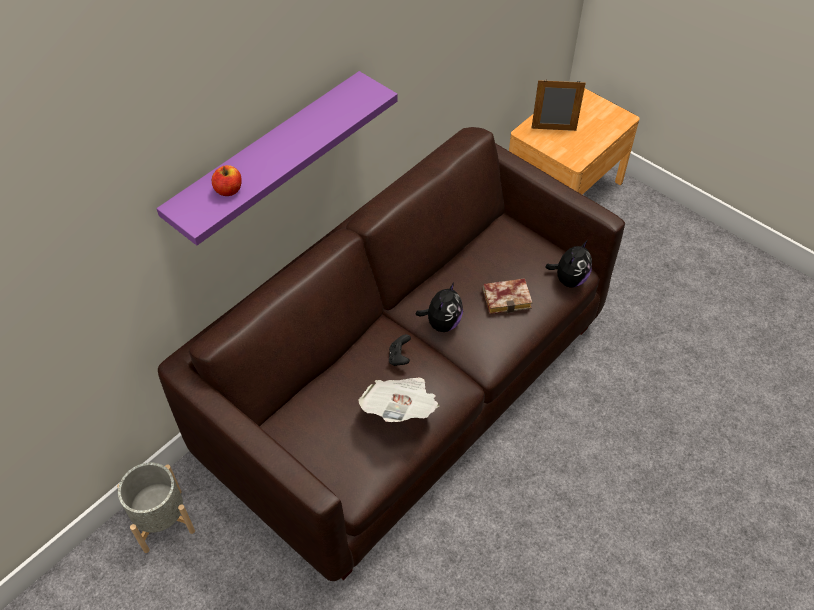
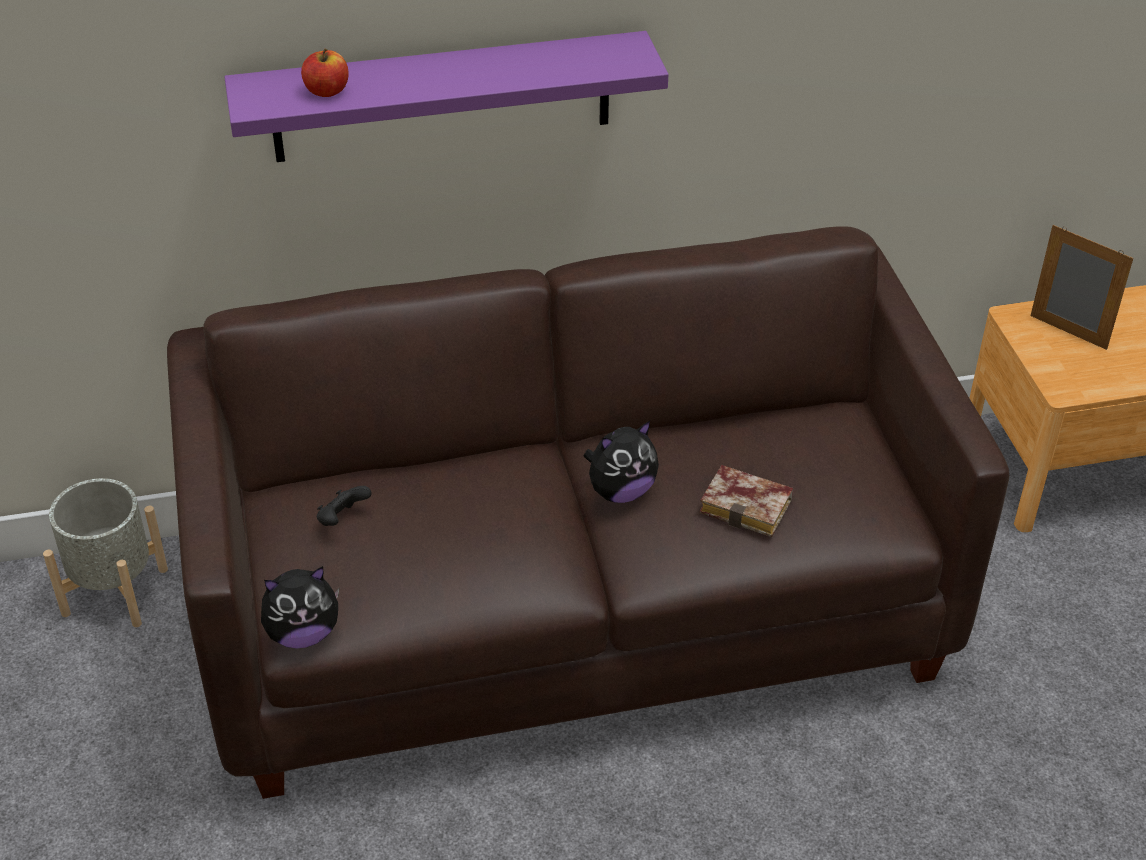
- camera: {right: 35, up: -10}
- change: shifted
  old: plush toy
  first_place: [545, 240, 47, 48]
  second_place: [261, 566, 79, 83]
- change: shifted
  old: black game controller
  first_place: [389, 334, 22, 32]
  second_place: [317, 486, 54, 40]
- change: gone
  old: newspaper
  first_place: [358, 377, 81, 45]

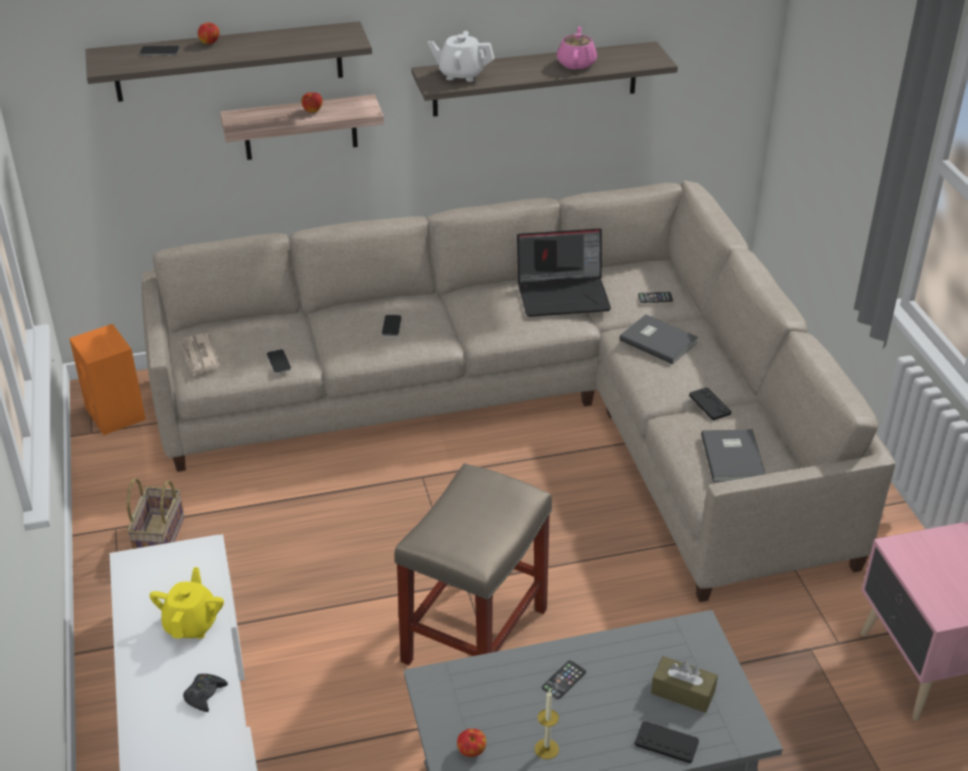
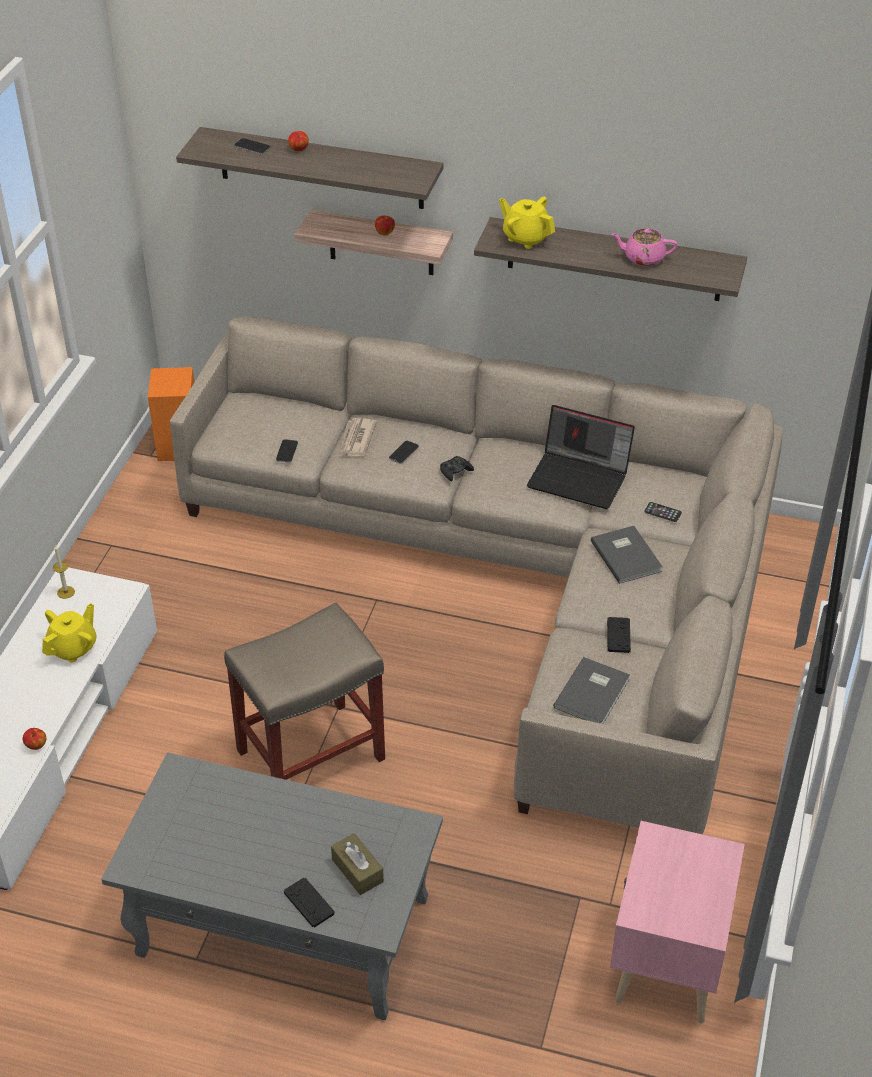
- camera: {right: 30, up: 5}
- change: rotated
  old: pink teapot
  first_place: [557, 26, 40, 44]
  second_place: [611, 228, 67, 38]
  degrees: -120
- change: repainted
  old: white teapot
  new: yellow teapot
  first_place: [428, 31, 66, 51]
  second_place: [499, 197, 56, 52]
- change: shifted
  old: newspaper
  first_place: [180, 333, 40, 43]
  second_place: [339, 418, 38, 38]
- change: gone
  old: basket
  first_place: [127, 478, 57, 71]
- change: gone
  old: phone
  first_place: [542, 661, 44, 38]
- change: shifted
  old: black game controller
  first_place: [183, 674, 45, 38]
  second_place: [440, 456, 34, 26]
- change: shifted
  old: candle
  first_place: [535, 690, 24, 69]
  second_place: [53, 545, 22, 54]
- change: shifted
  old: apple
  first_place: [457, 729, 29, 28]
  second_place: [23, 728, 23, 22]

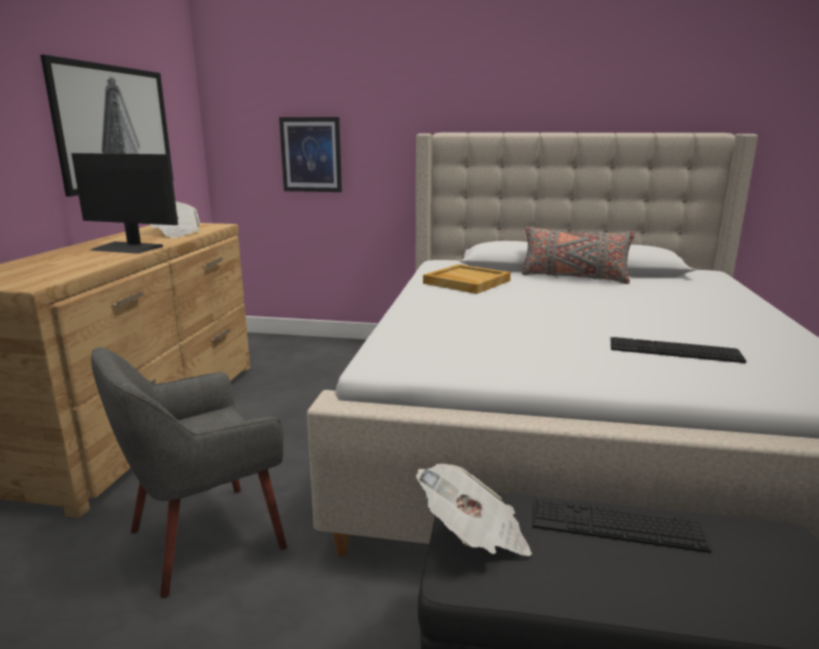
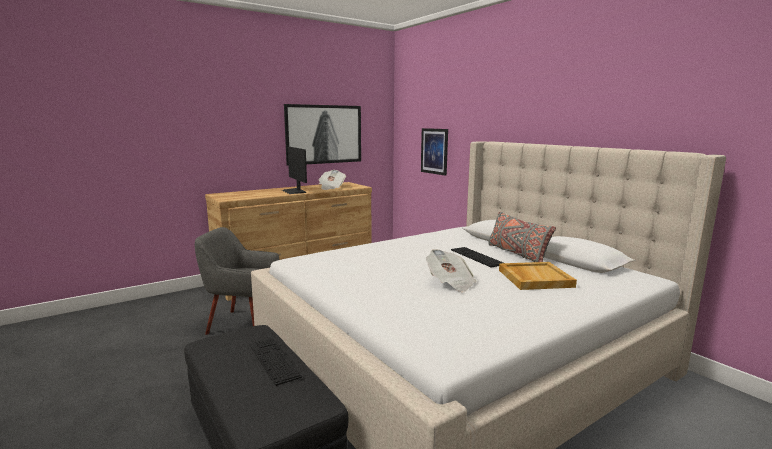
- camera: {right: 45, up: -5}
- change: shifted
  old: beige tray
  first_place: [423, 264, 88, 30]
  second_place: [499, 262, 78, 28]
- change: shifted
  old: keyboard
  first_place: [611, 337, 135, 26]
  second_place: [451, 247, 52, 21]
- change: shifted
  old: newspaper
  first_place: [416, 464, 116, 92]
  second_place: [426, 249, 51, 44]

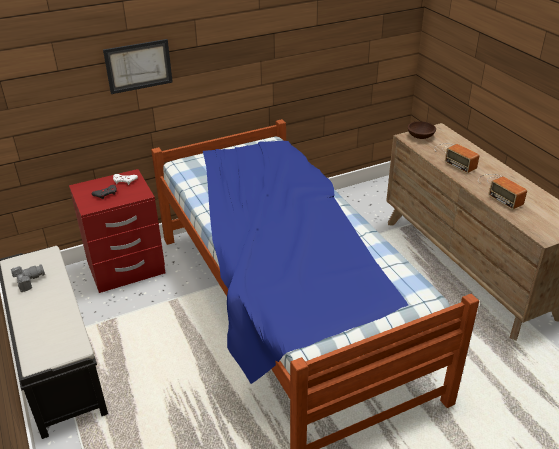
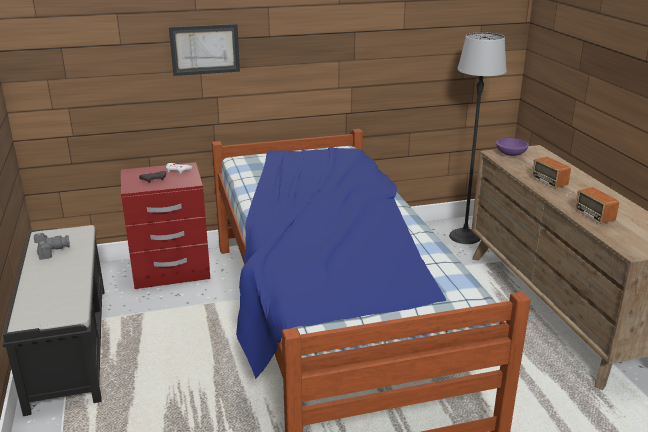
- camera: {right: 10, up: -10}
- change: repainted
  old: brown bowl
  new: purple bowl
  first_place: [408, 121, 28, 18]
  second_place: [496, 138, 33, 18]
- change: new
  new: floor lamp
  second_place: [449, 32, 58, 212]

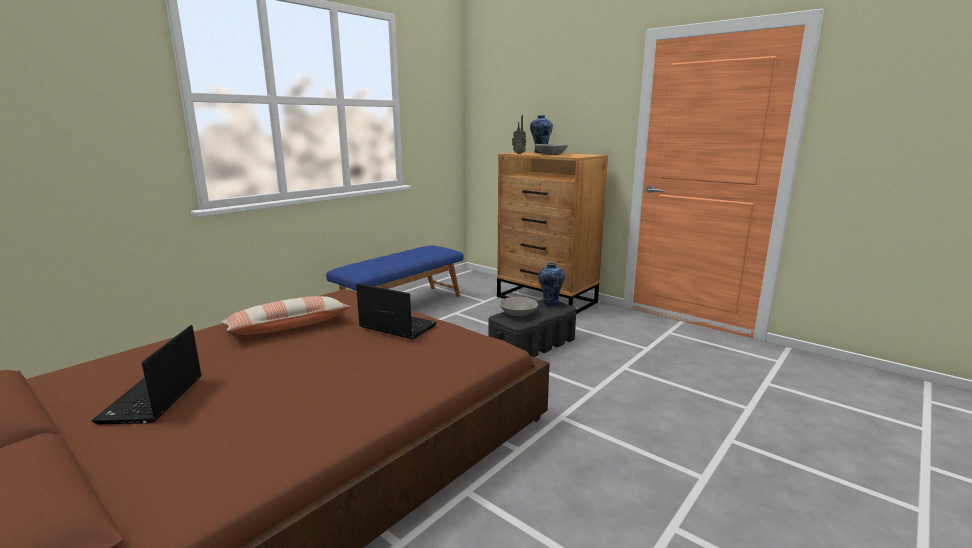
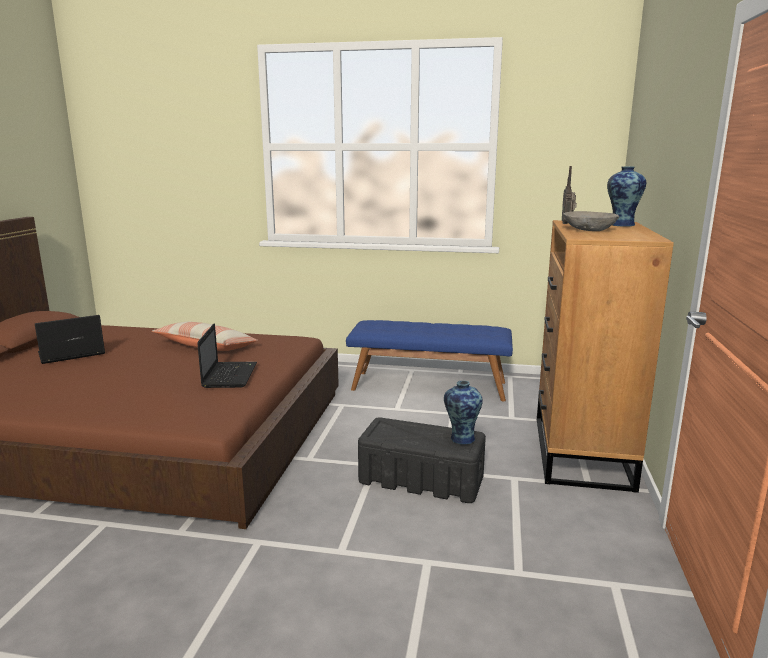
- camera: {right: 60, up: 0}
- change: gone
  old: grey bowl
  first_place: [499, 297, 39, 19]

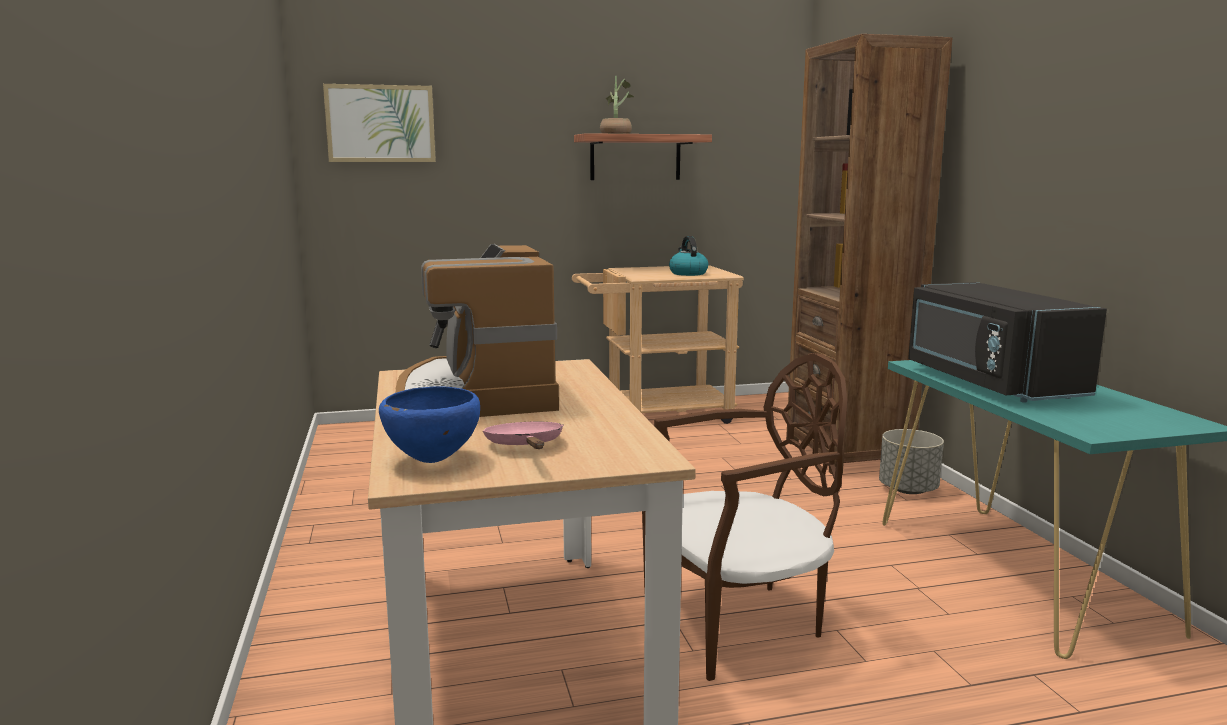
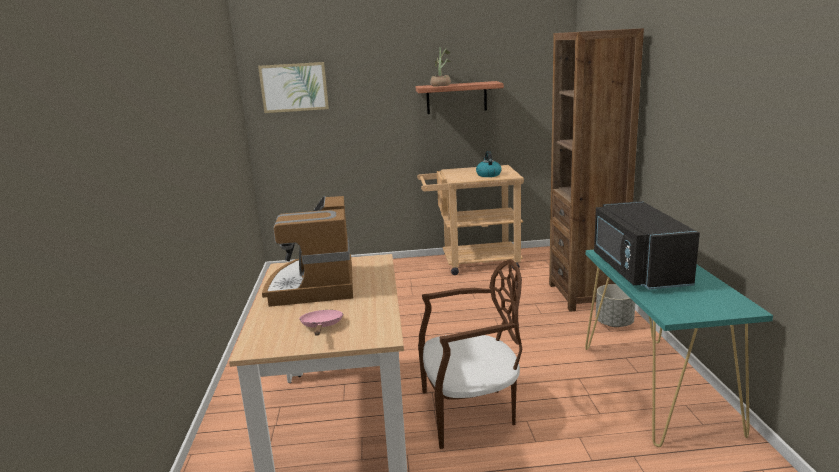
- camera: {right: 10, up: 5}
- change: gone
  old: blue bowl
  first_place: [379, 387, 101, 76]

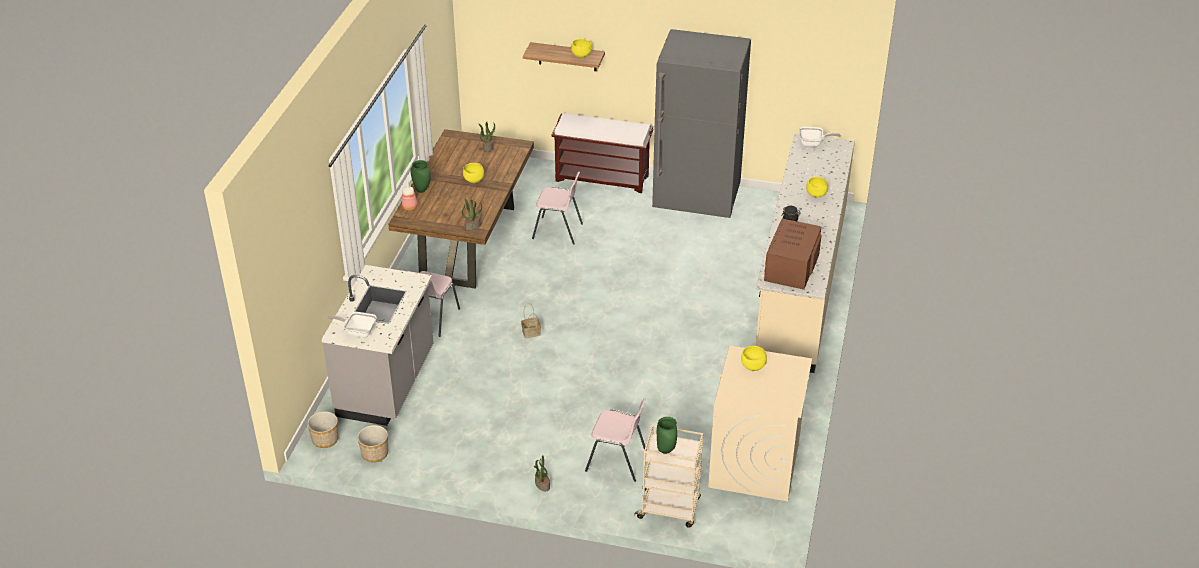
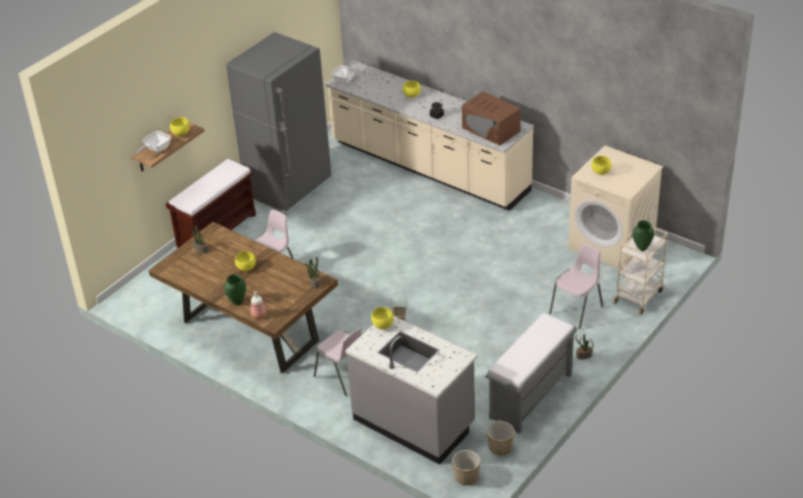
- camera: {right: -65, up: 0}
- change: shifted
  old: frying pan
  first_place: [328, 312, 49, 26]
  second_place: [136, 131, 35, 23]
- change: new
  new: yellow bowl
  second_place: [371, 307, 23, 22]
- change: new
  new: grey bench
  second_place: [485, 313, 92, 121]

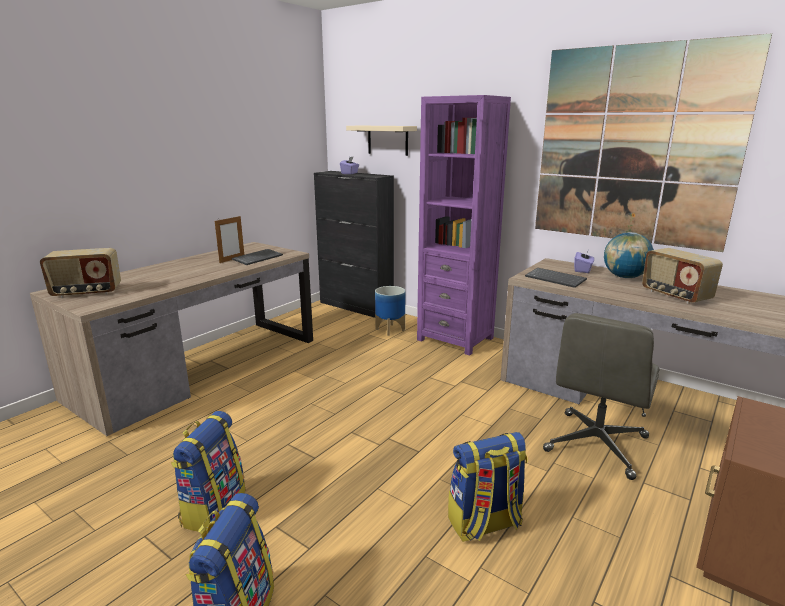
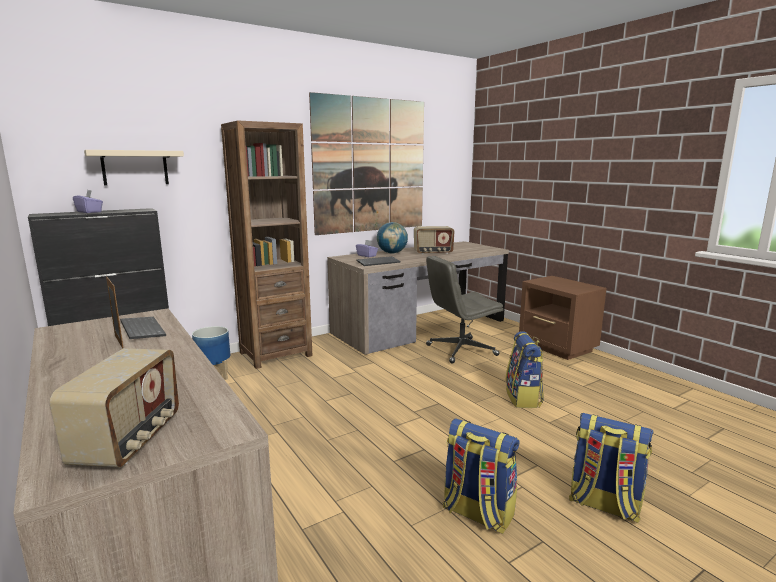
- camera: {right: -70, up: -5}
- change: repainted
  old: purple bookcase
  new: brown bookcase
  first_place: [417, 95, 94, 261]
  second_place: [221, 120, 92, 249]
- change: rotated
  old: grey office chair
  first_place: [543, 313, 117, 167]
  second_place: [426, 256, 77, 107]
  degrees: 105

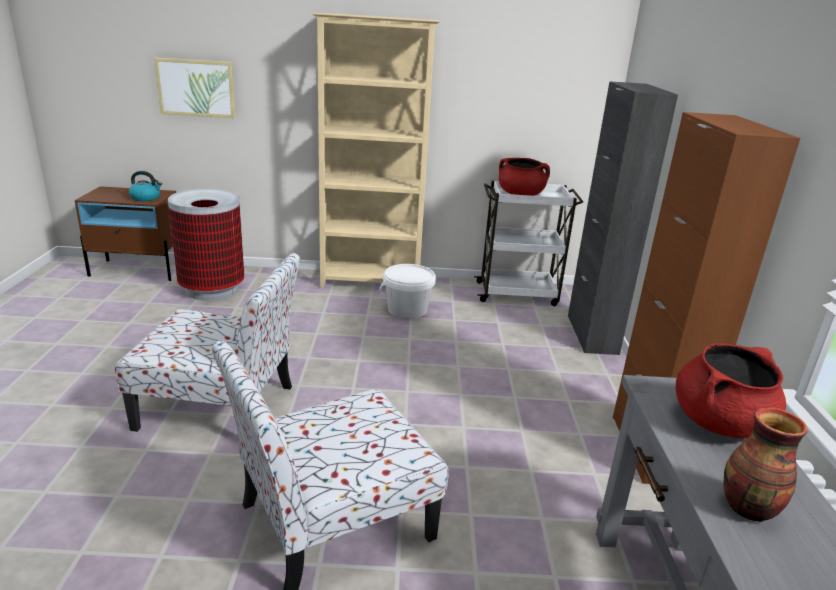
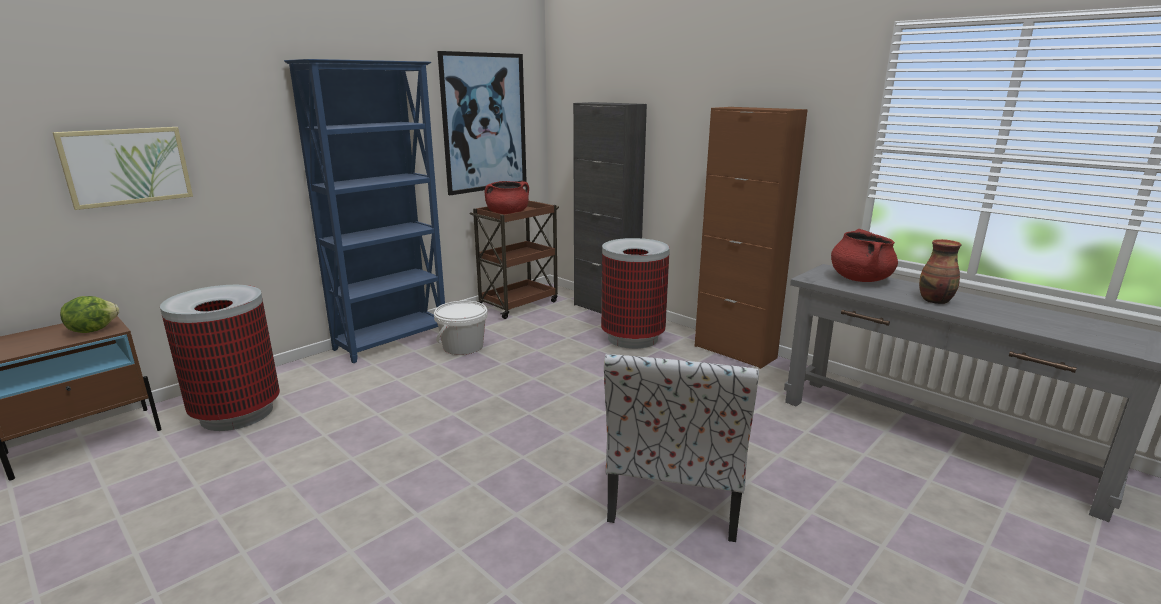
- camera: {right: -45, up: -5}
- change: repainted
  old: beige bookcase
  new: blue bookcase
  first_place: [312, 13, 128, 275]
  second_place: [284, 59, 161, 304]
- change: swapped
  old: kettle
  new: lettuce
  first_place: [129, 171, 33, 30]
  second_place: [60, 296, 59, 37]
- change: repainted
  old: white cart
  new: brown cart
  first_place: [474, 181, 109, 125]
  second_place: [470, 200, 89, 119]
- change: gone
  old: chair
  first_place: [115, 253, 185, 179]
- change: new
  new: picture
  second_place: [437, 51, 90, 144]
- change: new
  new: trash can
  second_place: [601, 238, 69, 111]

